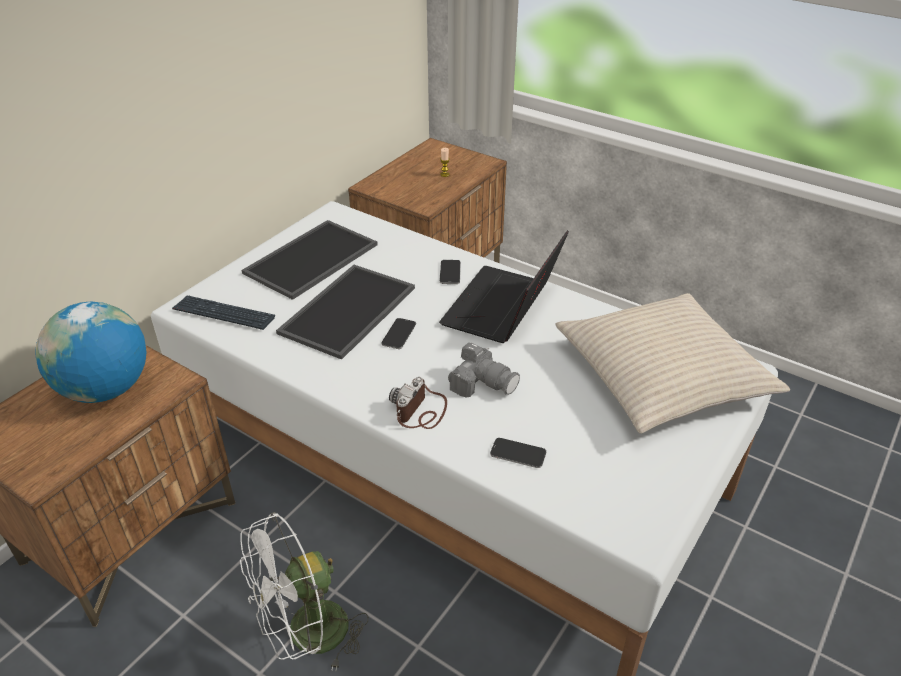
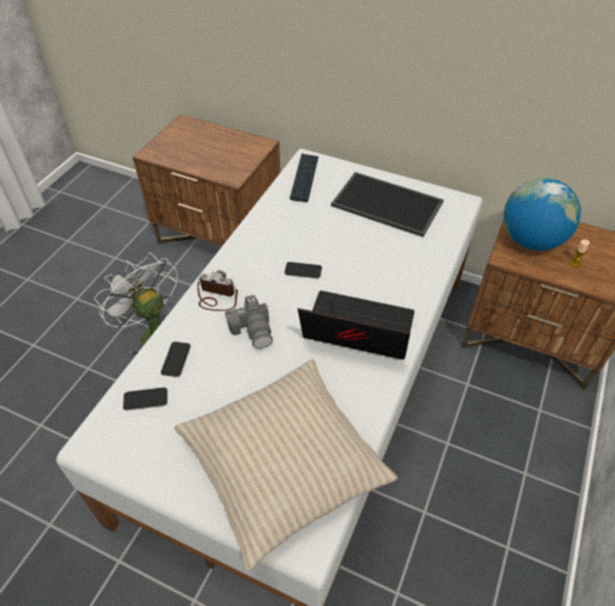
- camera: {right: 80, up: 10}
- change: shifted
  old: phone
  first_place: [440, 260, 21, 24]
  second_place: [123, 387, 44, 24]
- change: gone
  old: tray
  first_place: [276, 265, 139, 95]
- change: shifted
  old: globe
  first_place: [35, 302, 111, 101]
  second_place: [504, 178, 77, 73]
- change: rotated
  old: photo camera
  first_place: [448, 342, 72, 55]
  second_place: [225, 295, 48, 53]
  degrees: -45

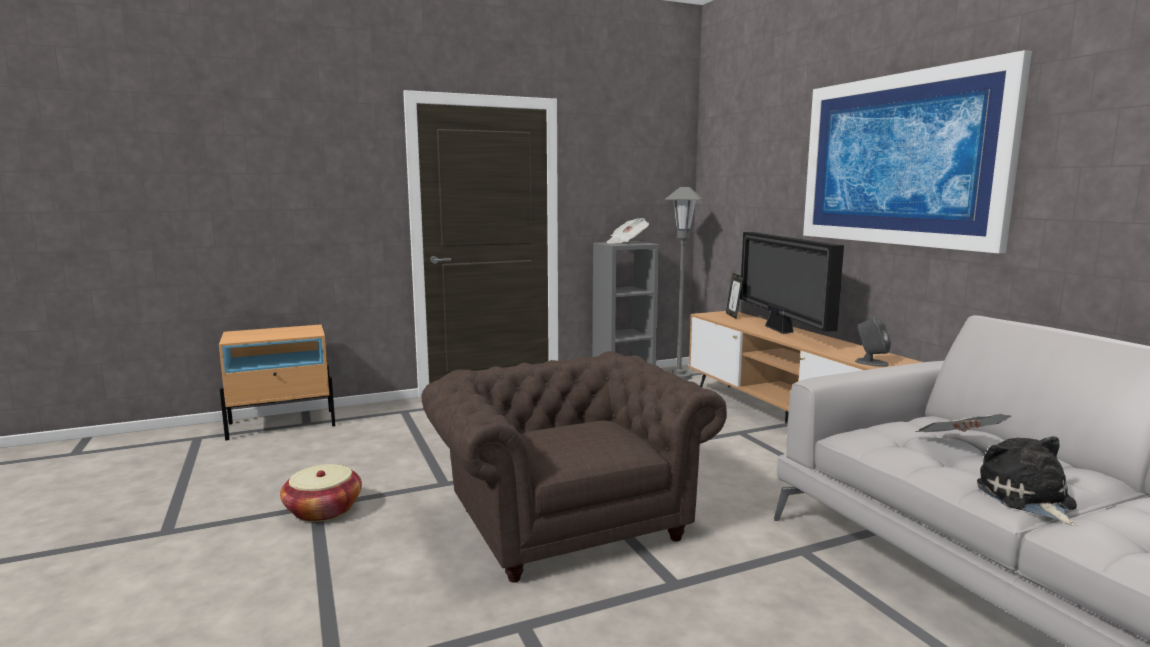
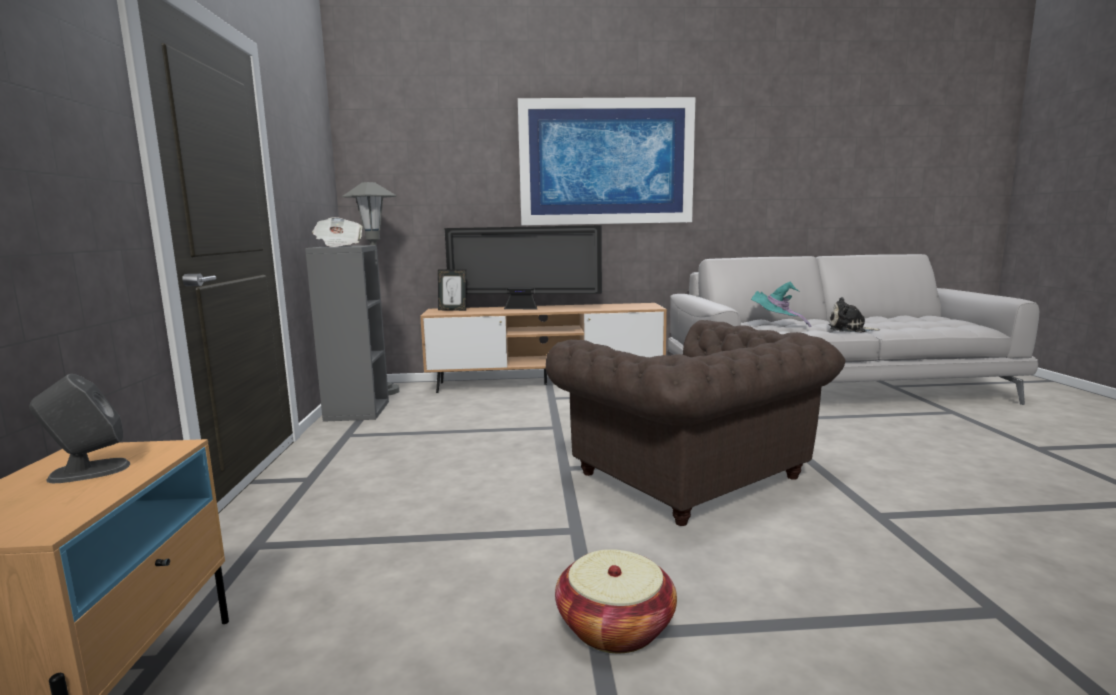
- camera: {right: -70, up: 0}
- change: shifted
  old: grey speaker
  first_place: [855, 317, 36, 50]
  second_place: [29, 374, 101, 109]
- change: rotated
  old: brown armchair
  first_place: [421, 351, 306, 231]
  second_place: [546, 320, 300, 206]
  degrees: -120
- change: swapped
  old: newspaper
  new: turquoise hat
  first_place: [915, 414, 97, 18]
  second_place: [751, 282, 61, 46]

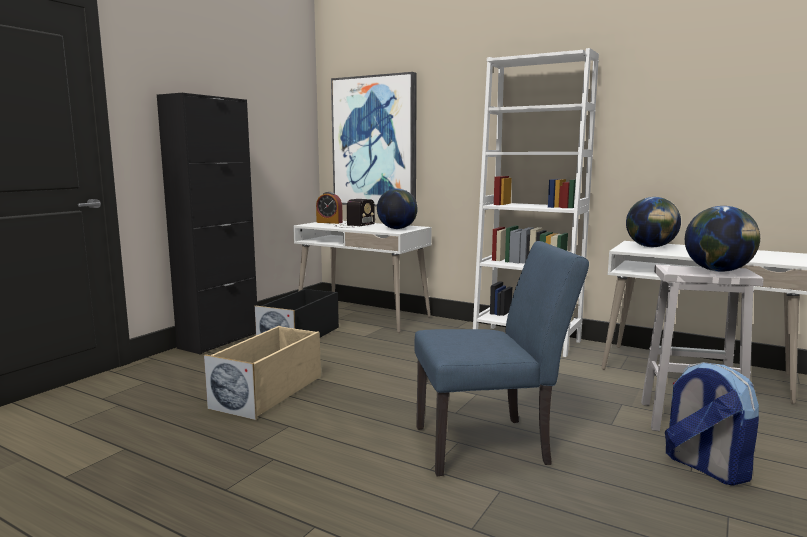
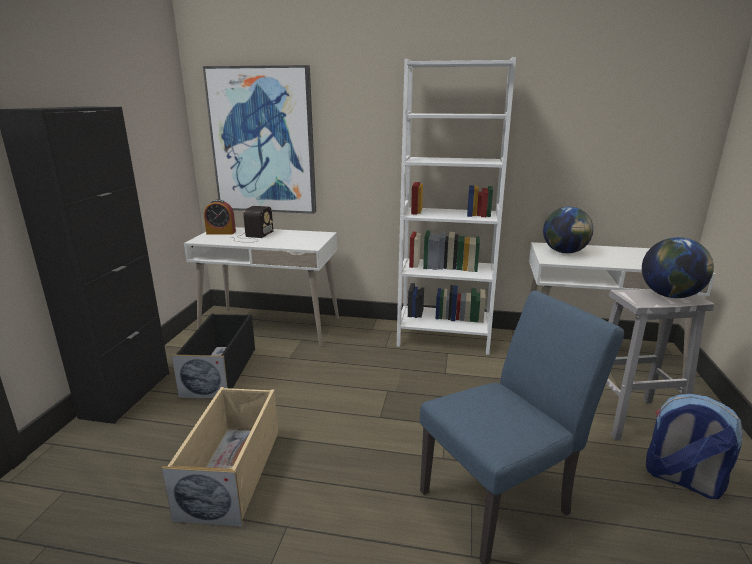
- camera: {right: -20, up: 10}
- change: gone
  old: globe
  first_place: [377, 188, 41, 41]

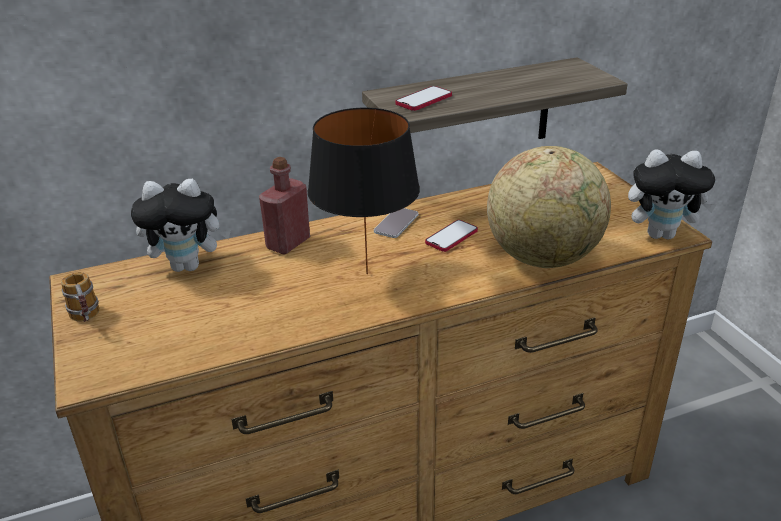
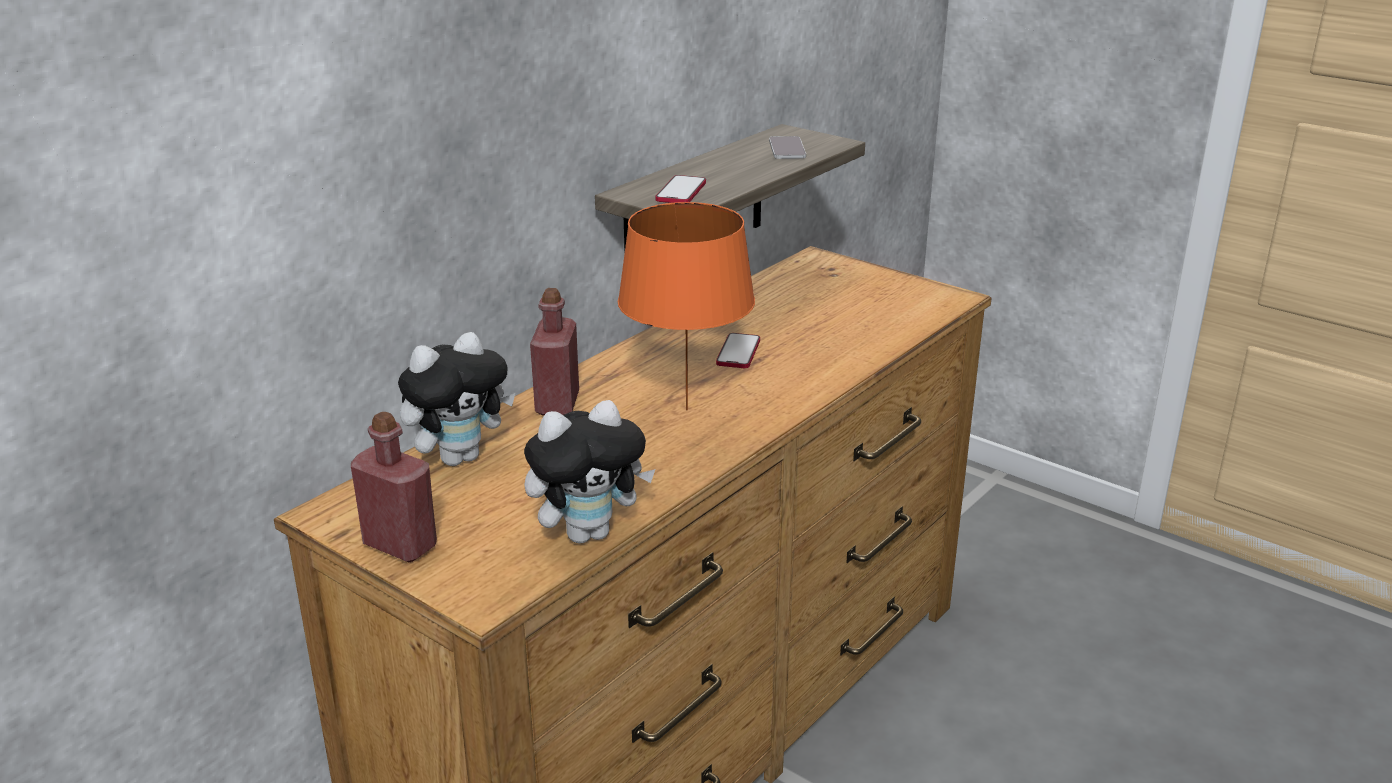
- camera: {right: -30, up: -5}
- change: repainted
  old: black table lamp
  new: orange table lamp
  first_place: [308, 108, 112, 166]
  second_place: [618, 202, 137, 208]
- change: gone
  old: globe
  first_place: [487, 146, 124, 122]
- change: shifted
  old: plush toy
  first_place: [628, 149, 89, 90]
  second_place: [524, 400, 131, 143]
- change: shifted
  old: phone
  first_place: [374, 208, 45, 30]
  second_place: [769, 136, 37, 23]
- change: swapped
  old: mug
  new: red bottle
  first_place: [61, 272, 39, 50]
  second_place: [351, 412, 86, 150]

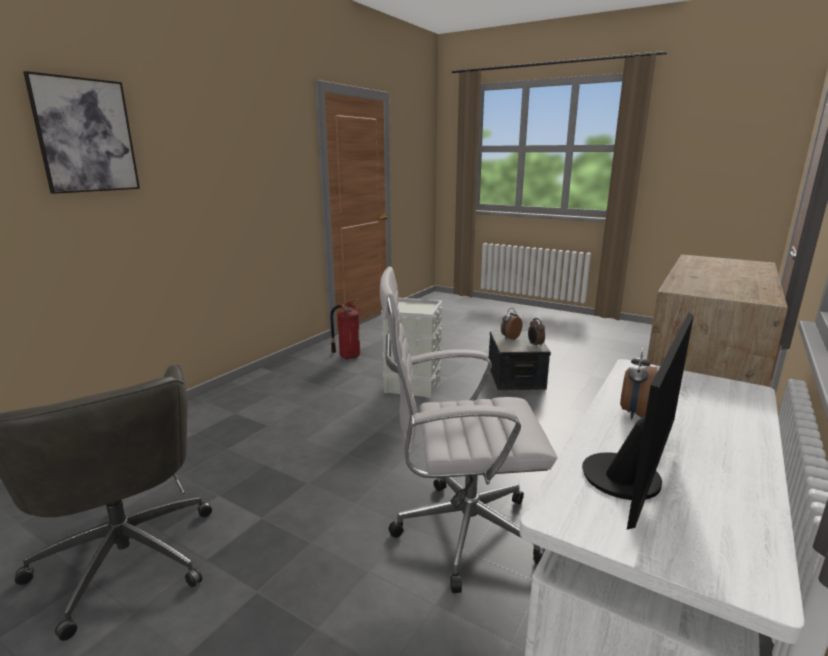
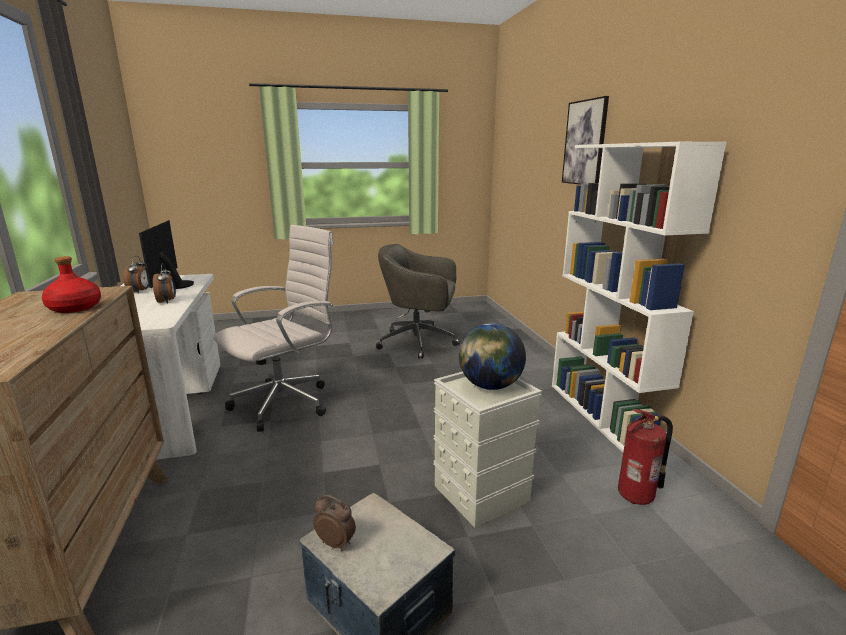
- camera: {right: 135, up: 0}
- change: shifted
  old: alarm clock
  first_place: [501, 308, 21, 32]
  second_place: [123, 256, 26, 37]
- change: new
  new: white bookcase
  second_place: [552, 142, 175, 310]
- change: new
  new: red bottle
  second_place: [42, 256, 59, 57]
- change: new
  new: globe
  second_place: [459, 323, 67, 67]

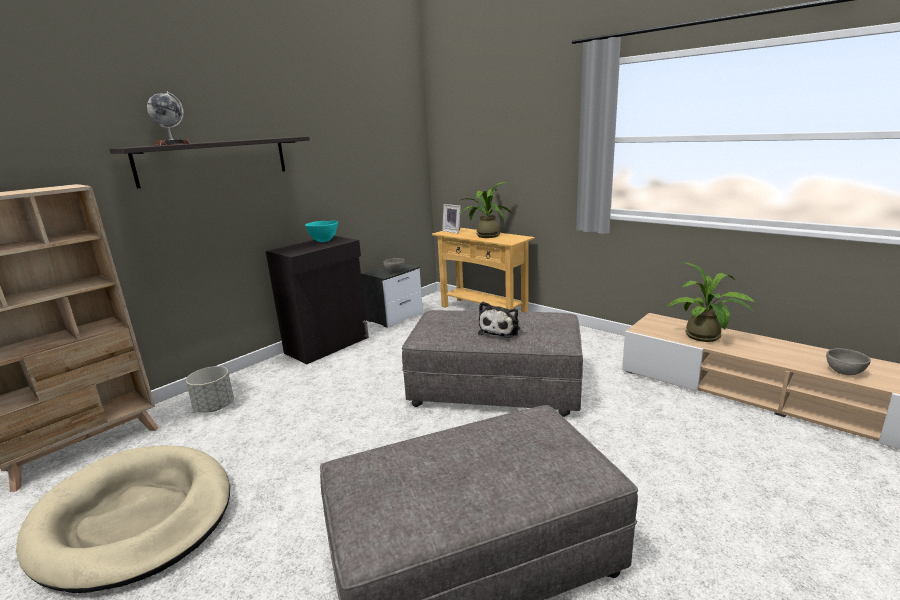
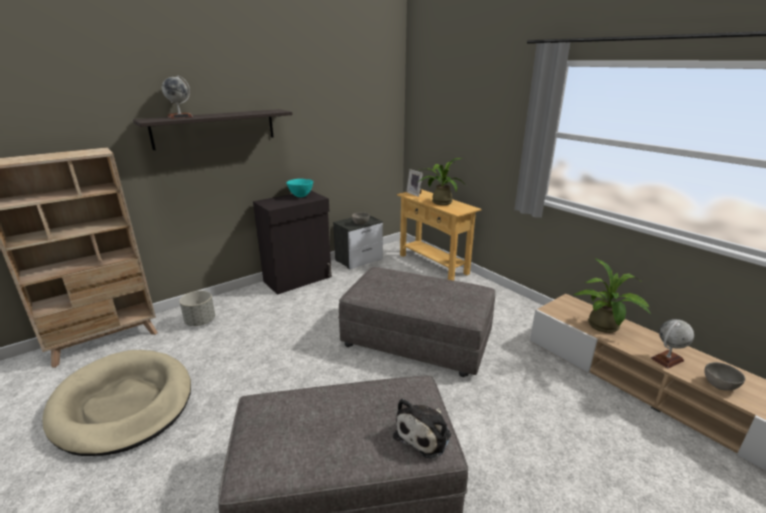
- camera: {right: 10, up: 5}
- change: shifted
  old: plush toy
  first_place: [478, 302, 42, 36]
  second_place: [393, 398, 58, 61]
- change: new
  new: globe
  second_place: [651, 319, 43, 50]

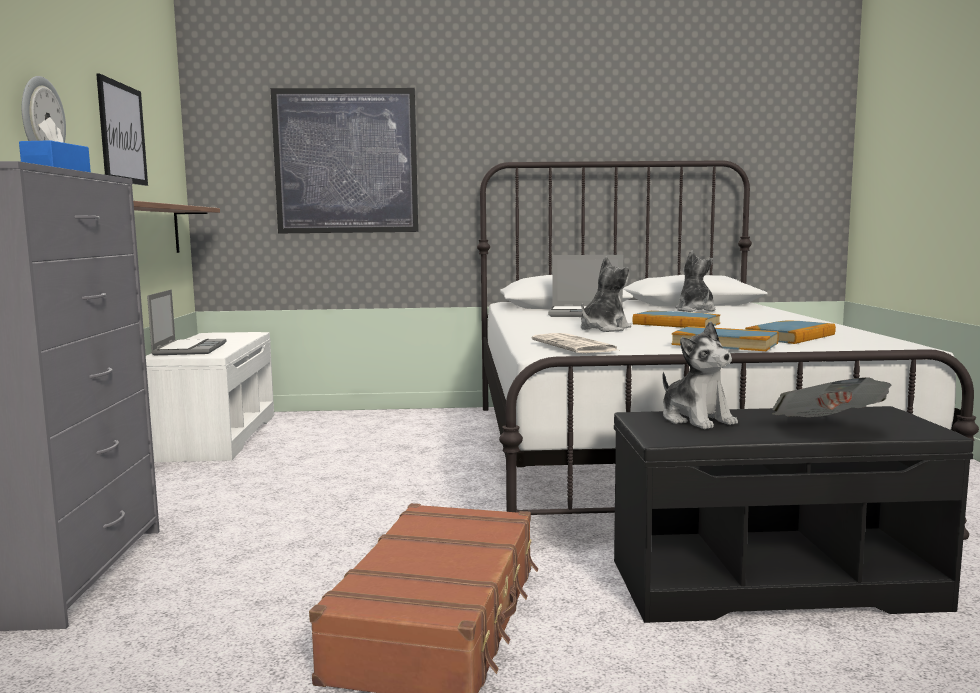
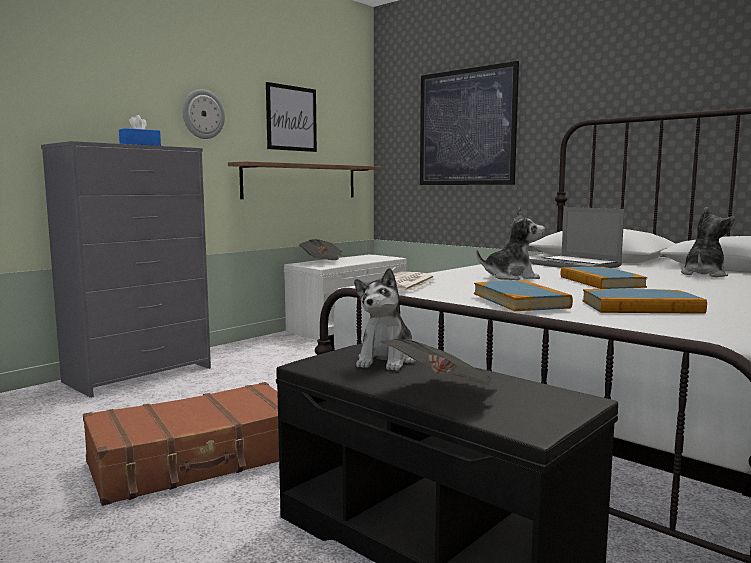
- camera: {right: 45, up: 0}
- change: swapped
  old: laptop
  new: newspaper
  first_place: [147, 290, 79, 65]
  second_place: [299, 239, 43, 21]

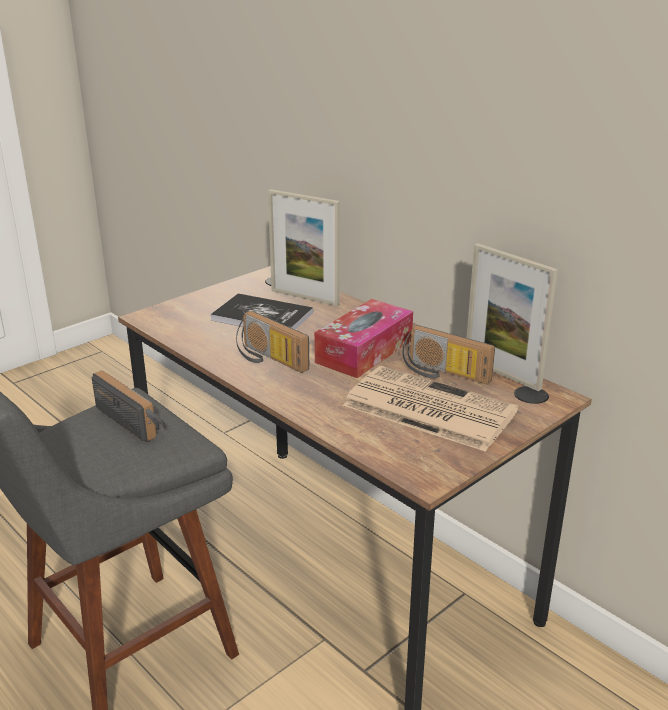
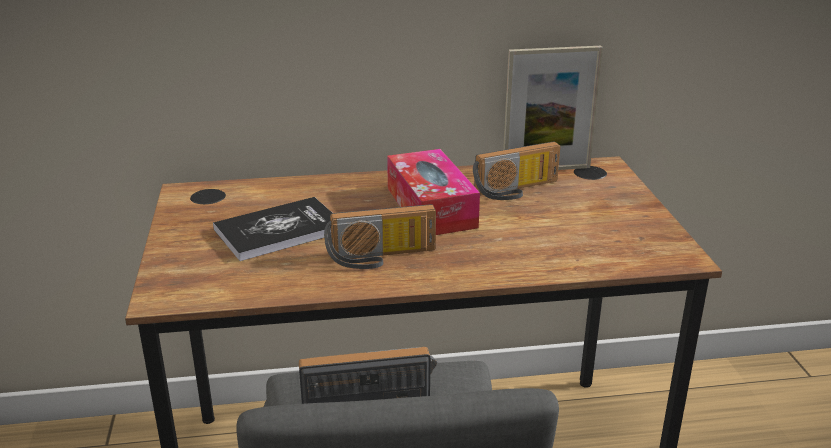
- camera: {right: -55, up: 0}
- change: gone
  old: picture frame
  first_place: [268, 189, 72, 117]
- change: gone
  old: newspaper
  first_place: [343, 366, 175, 86]

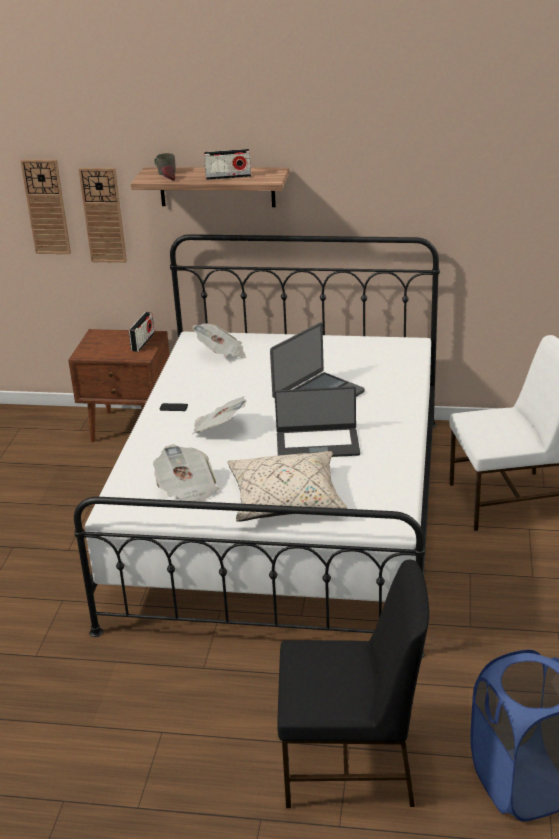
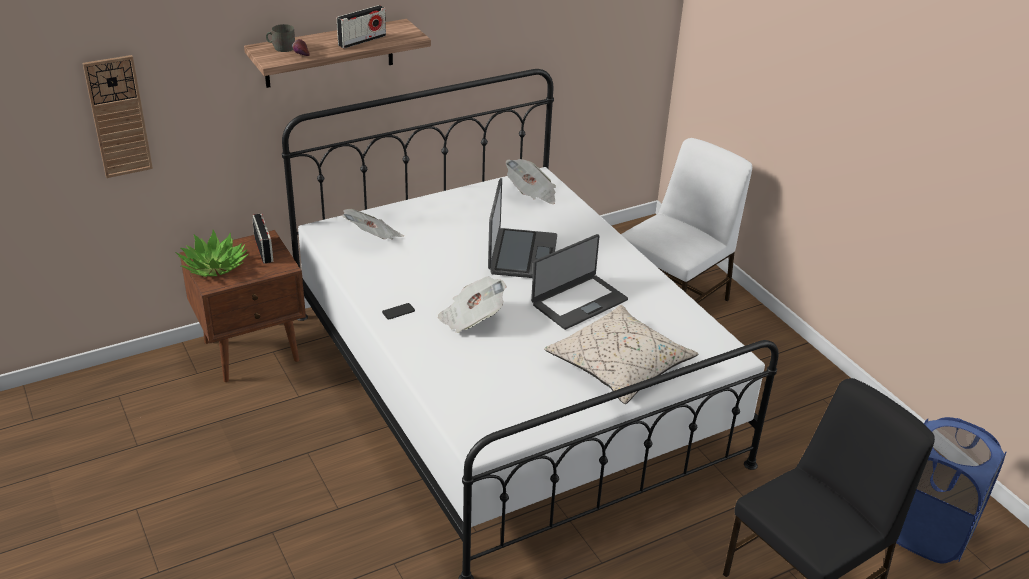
- camera: {right: -40, up: 5}
- change: gone
  old: wall clock
  first_place: [78, 168, 49, 95]
- change: shifted
  old: newspaper
  first_place: [153, 444, 66, 58]
  second_place: [505, 159, 51, 45]
- change: new
  new: potted plant
  second_place: [176, 230, 73, 47]

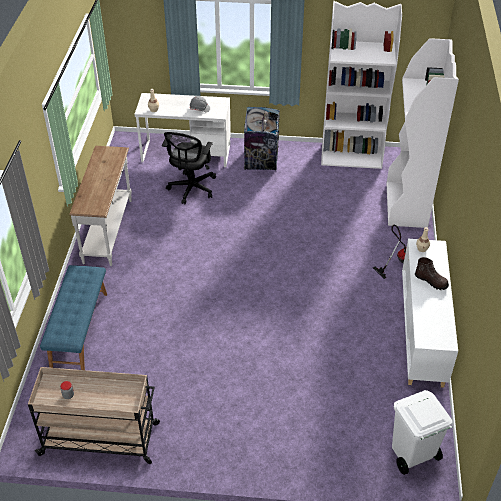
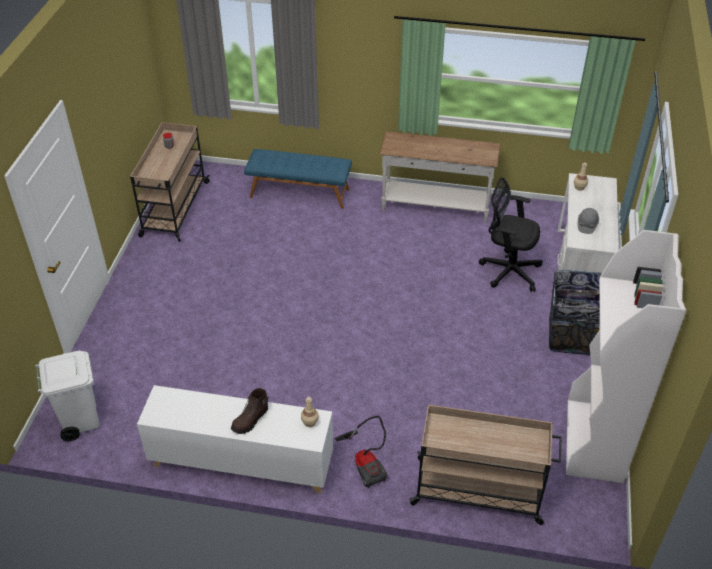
- camera: {right: 95, up: 0}
- change: swapped
  old: white bookcase
  new: beige cart
  first_place: [387, 38, 72, 190]
  second_place: [409, 405, 153, 120]

